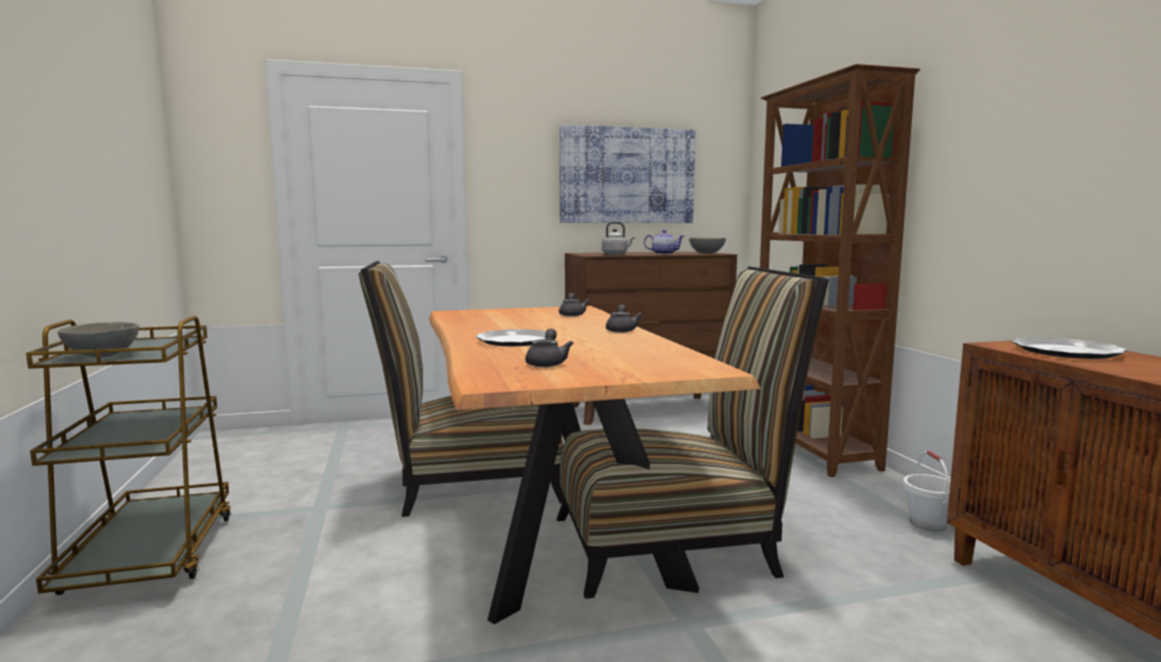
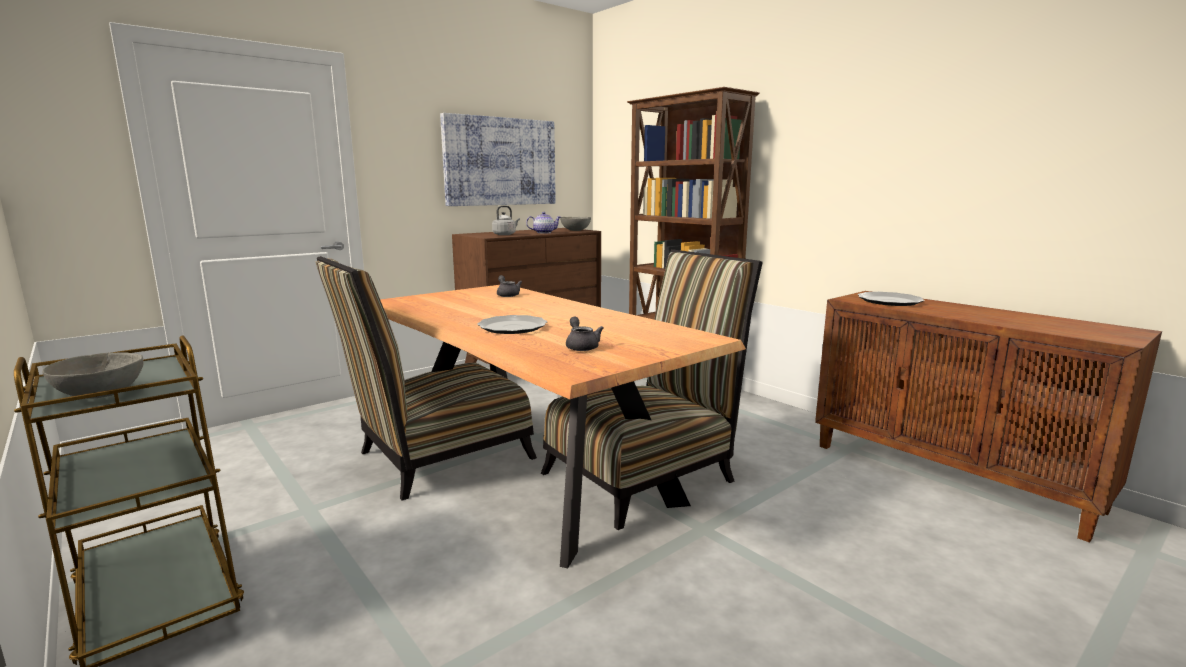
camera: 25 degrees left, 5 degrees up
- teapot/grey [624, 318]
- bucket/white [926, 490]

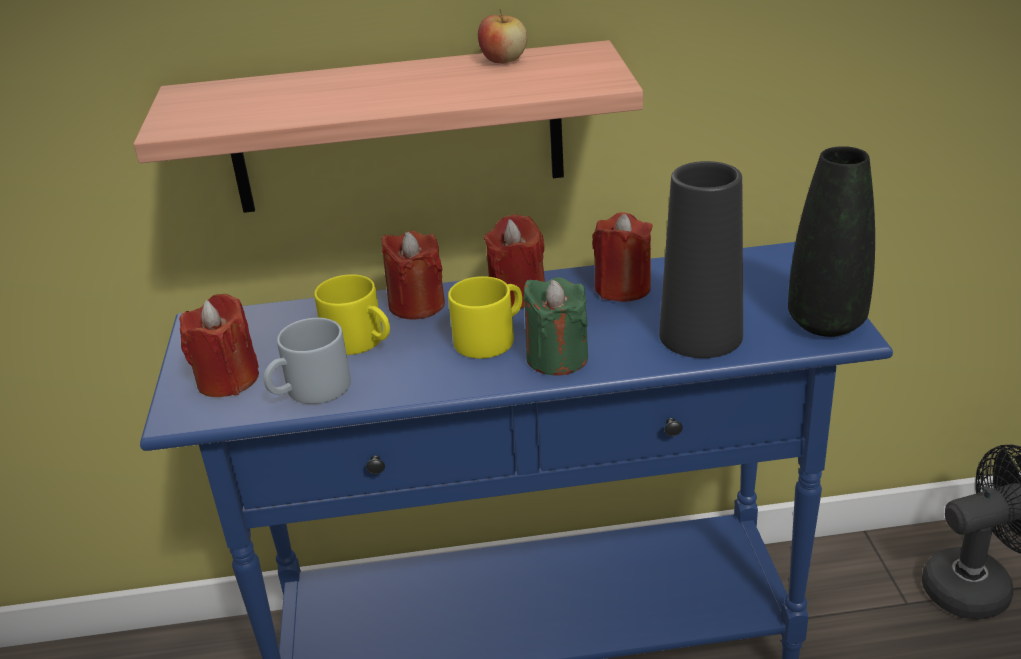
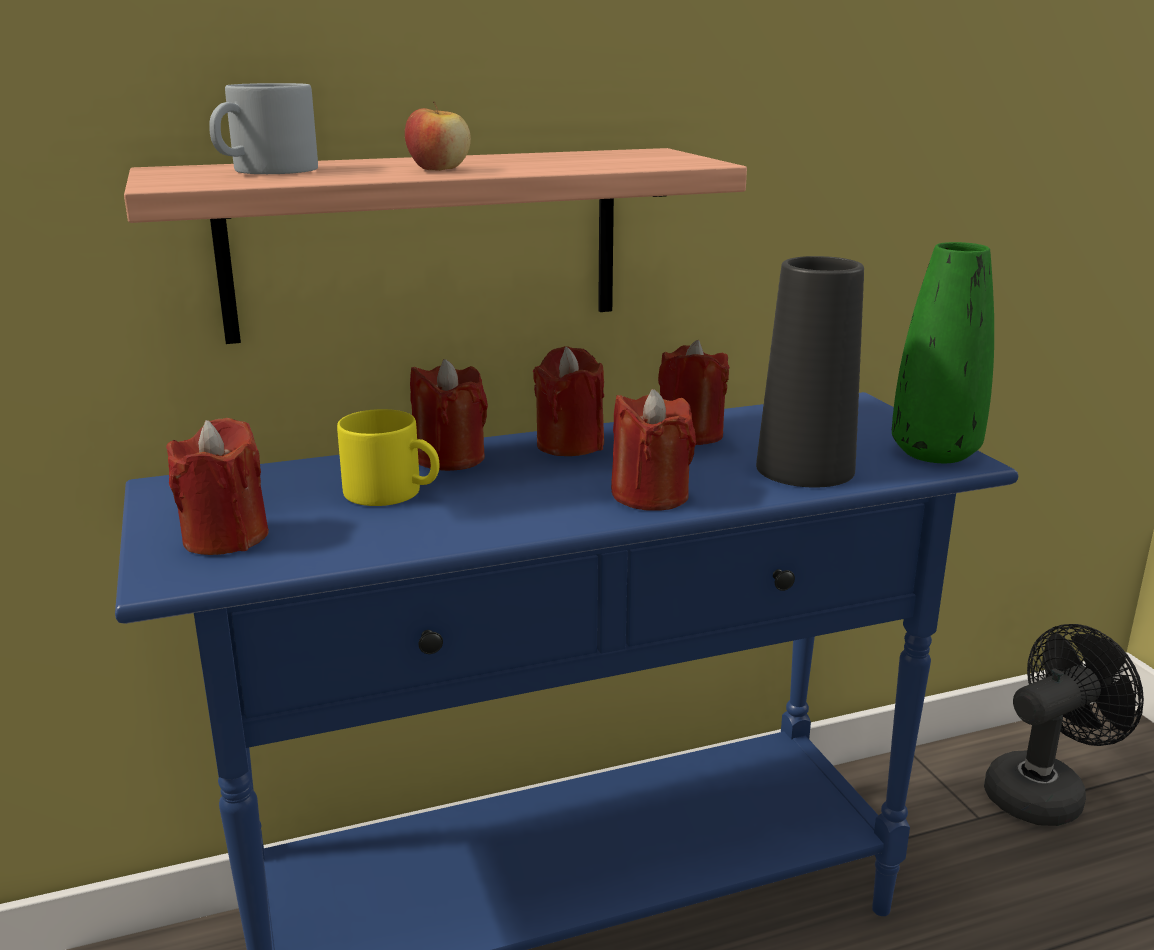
camera: 15 degrees left, 10 degrees down
~ mug/grey [307, 361] to [263, 128]
~ apple [502, 36] to [438, 136]
~ candle/green [555, 326] to candle/red [653, 450]
~ vase/black [831, 241] to vase/green [943, 352]
- mug/yellow [485, 317]

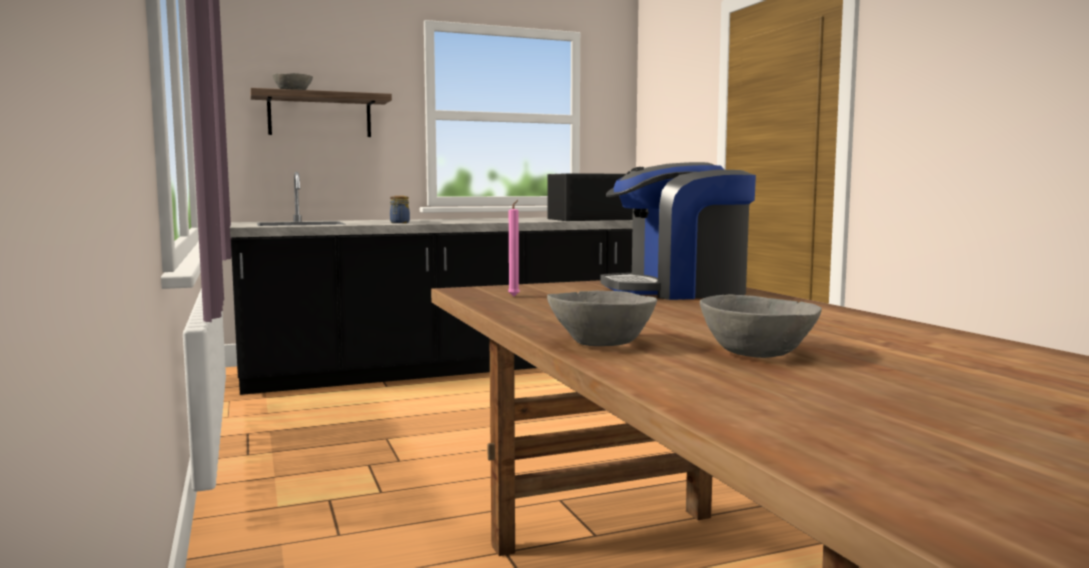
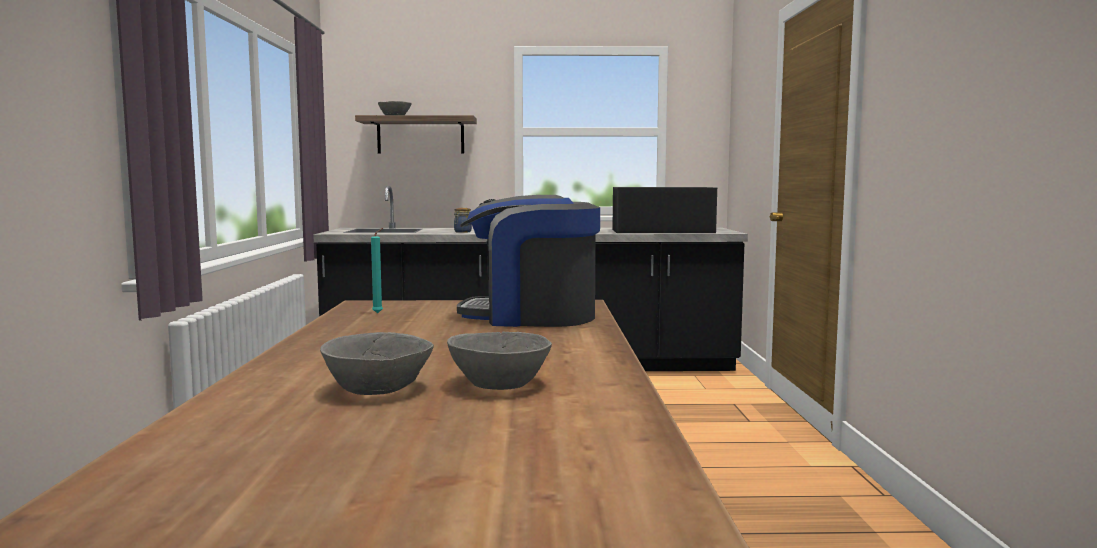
camera: 20 degrees right, 0 degrees up
~ candle/pink [514, 248] to candle/turquoise [377, 270]
~ bowl/grey [602, 318] to [499, 361]

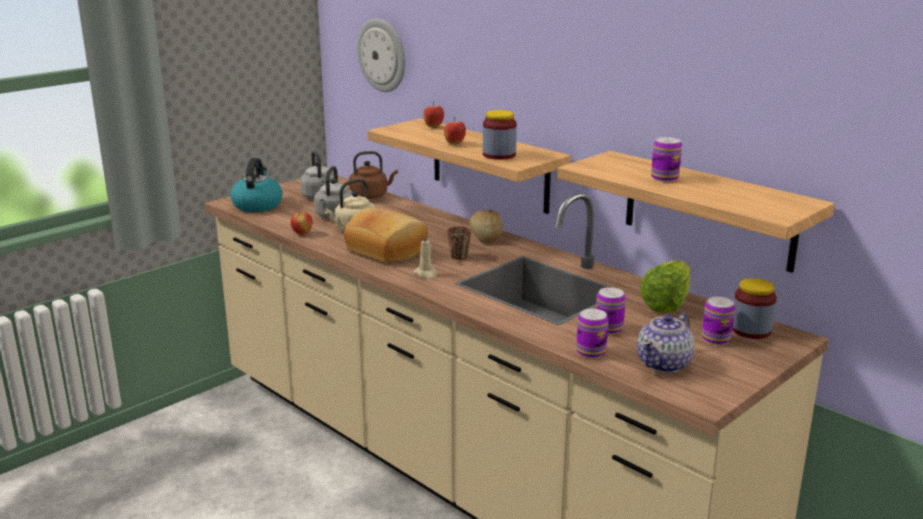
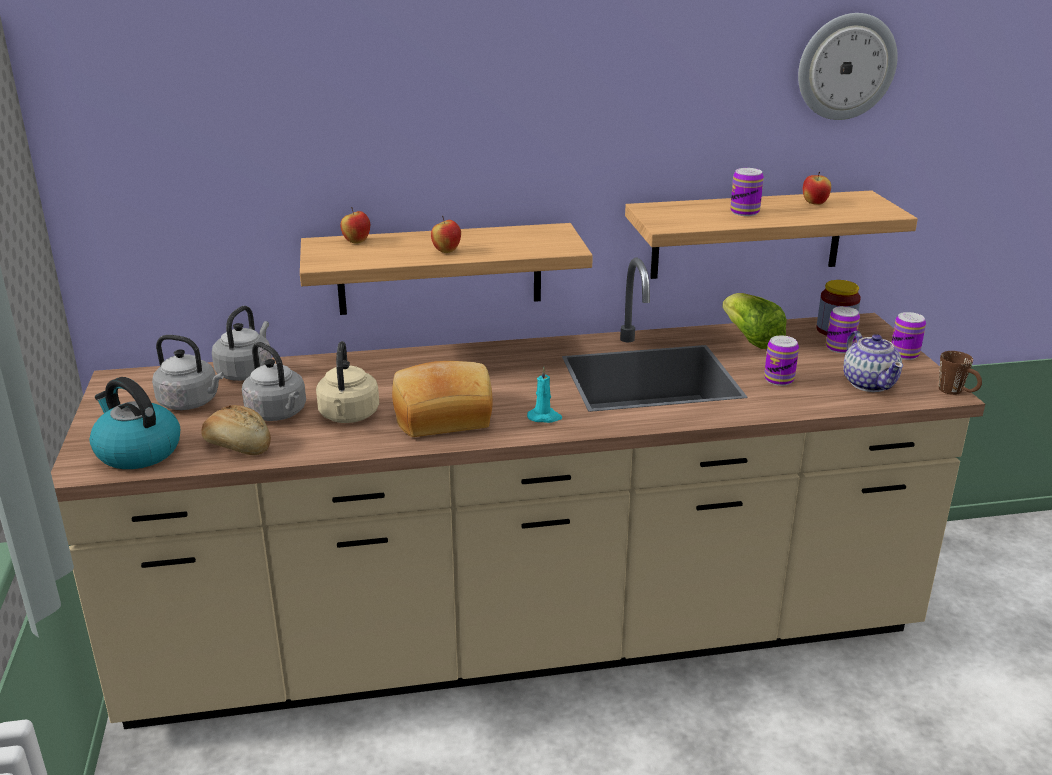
camera: 55 degrees left, 5 degrees up
~ bread [486, 227] to [236, 430]
~ kettle/brown [373, 175] to kettle/grey [242, 343]
~ candle/beige [425, 256] to candle/turquoise [544, 395]
~ wall clock [381, 55] to [848, 66]
~ apple [301, 222] to [817, 188]
~ can [592, 333] to [908, 336]
~ mug/brown [459, 243] to [960, 373]
- jar [500, 135]

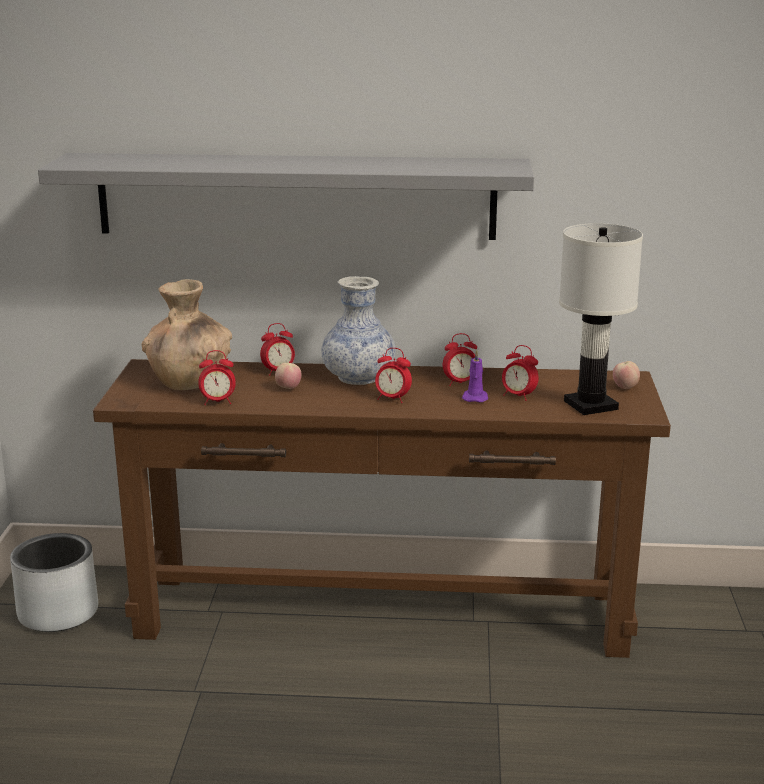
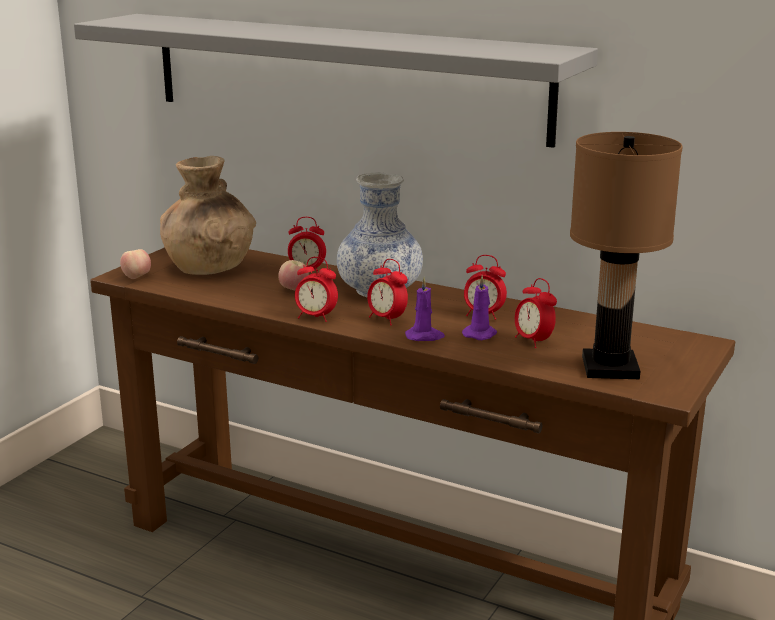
camera: 25 degrees right, 0 degrees up
~ apple [626, 375] to [135, 264]
~ alarm clock [217, 377] to [316, 289]
+ candle/purple [425, 309]
~ table lamp/white [601, 319] to table lamp/brown [626, 255]
- planter/grey [54, 582]

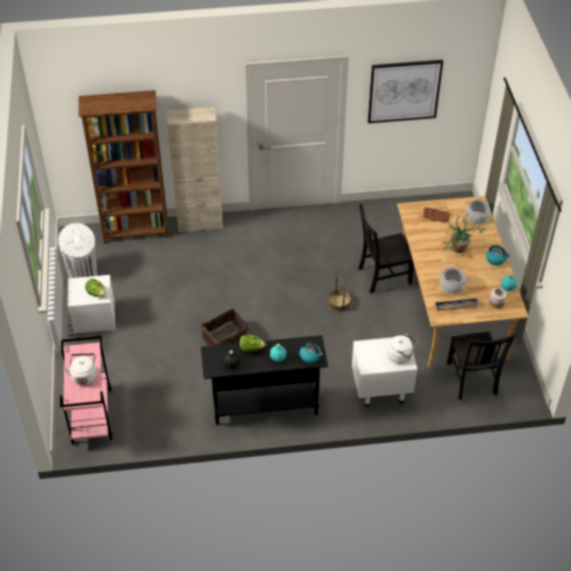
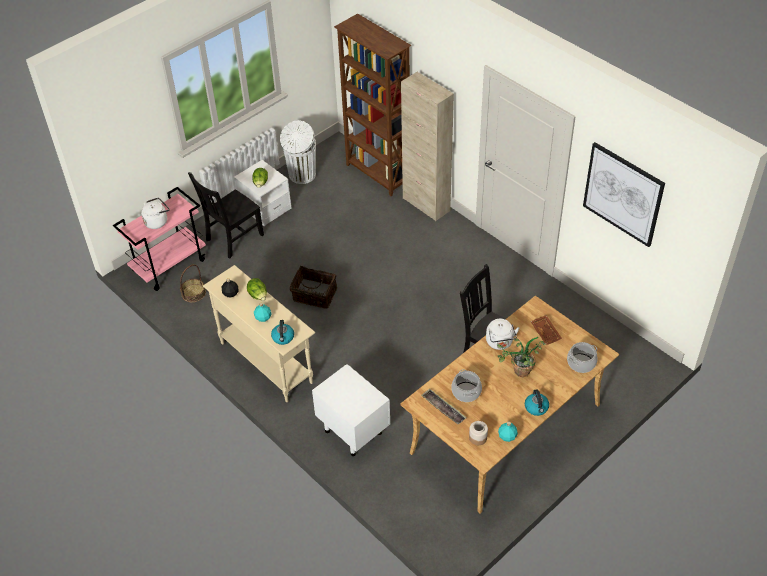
camera: 55 degrees right, 0 degrees up
~ basket [339, 293] to [193, 283]
~ chair/black [481, 366] to [226, 215]
~ console table/black [264, 380] to console table/beige [259, 333]
~ kettle/white [402, 349] to [502, 334]

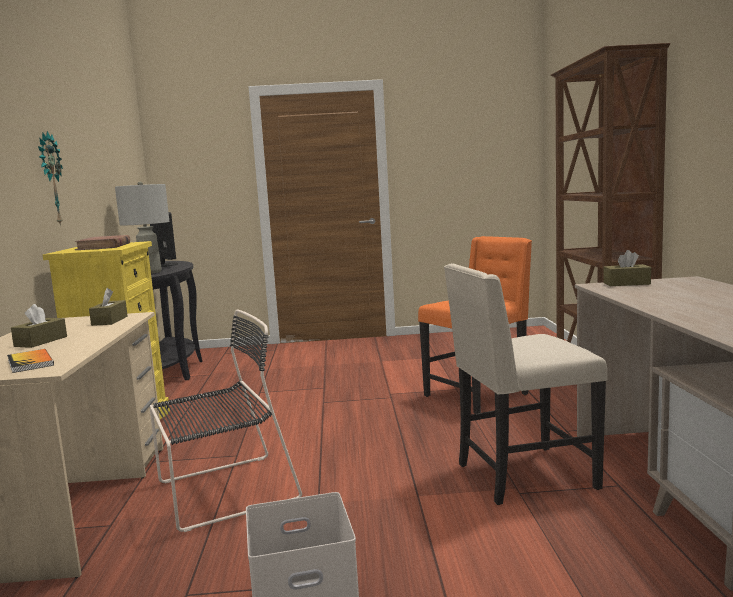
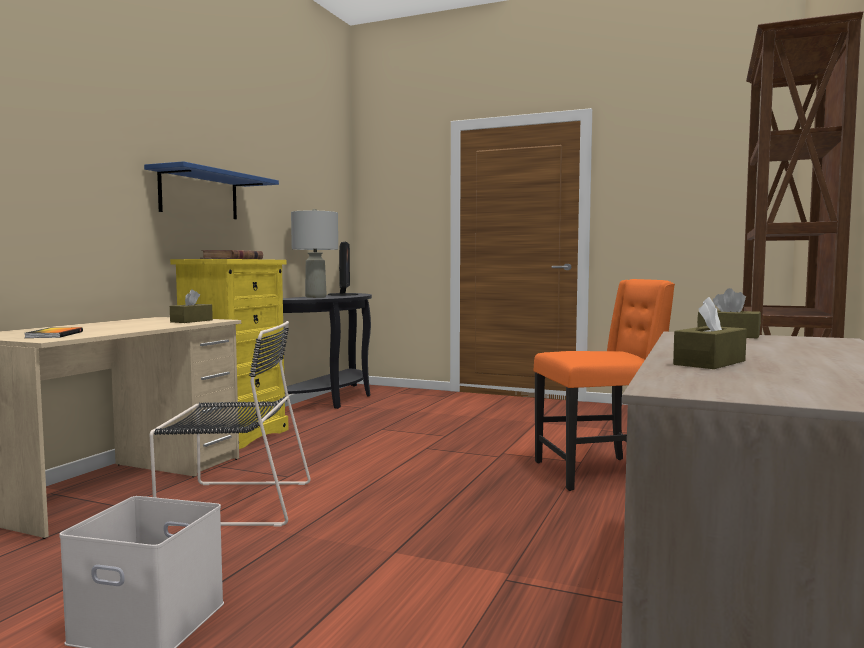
camera: 25 degrees right, 5 degrees down
~ wall clock [50, 178] to shelf/blue [211, 190]
~ tissue box/brown [39, 326] to [710, 333]
- chair/beige [525, 384]

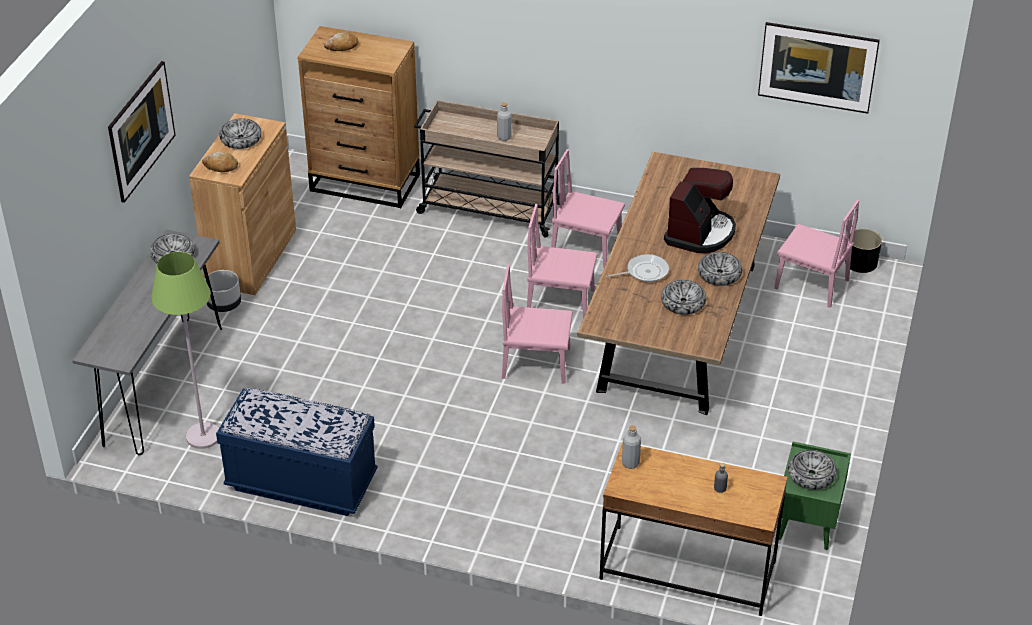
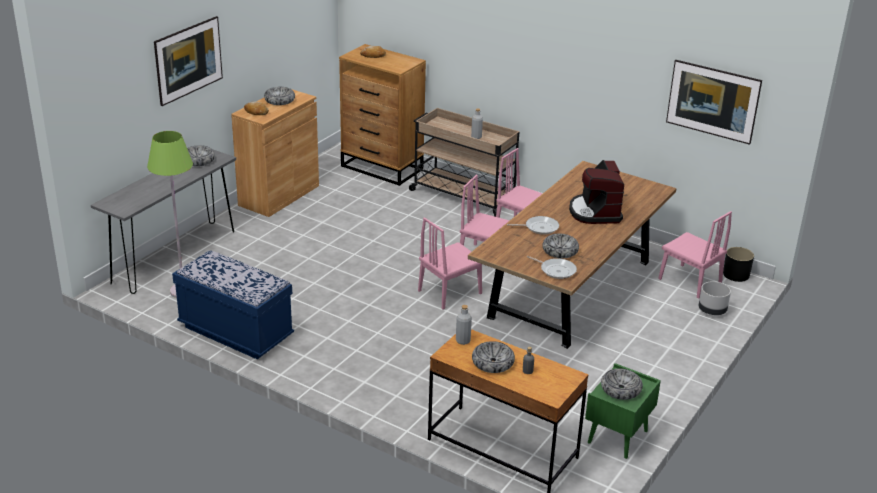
camera: 15 degrees right, 10 degrees down
~ chair/pink [537, 324] = [450, 263] 60 degrees counterclockwise
~ bowl [720, 269] to [493, 357]
+ frying pan [552, 267]
~ coffee machine [700, 210] = [596, 192] 135 degrees clockwise
~ planter/grey [223, 291] to [714, 298]

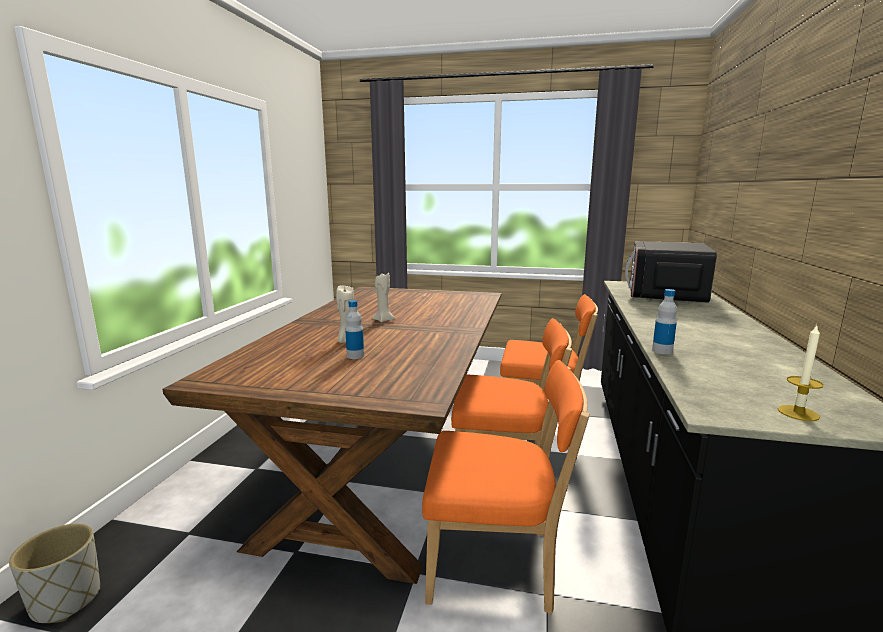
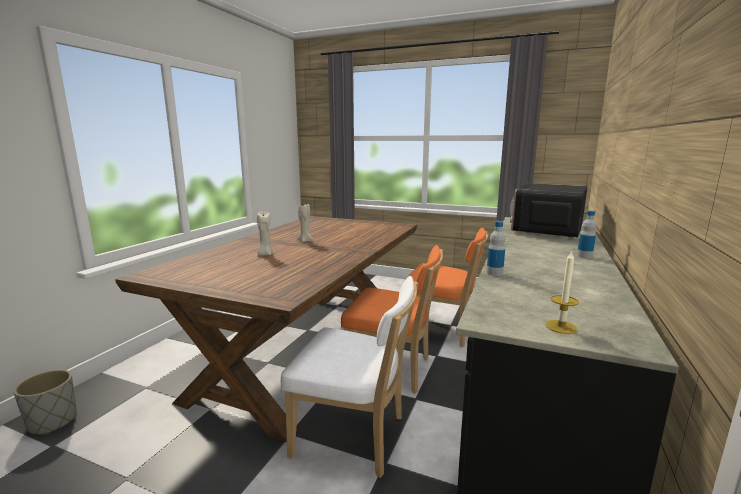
camera: 10 degrees right, 0 degrees up
~ chair/orange [506, 487] to chair/white [350, 377]
~ bottle [354, 329] to [586, 234]

